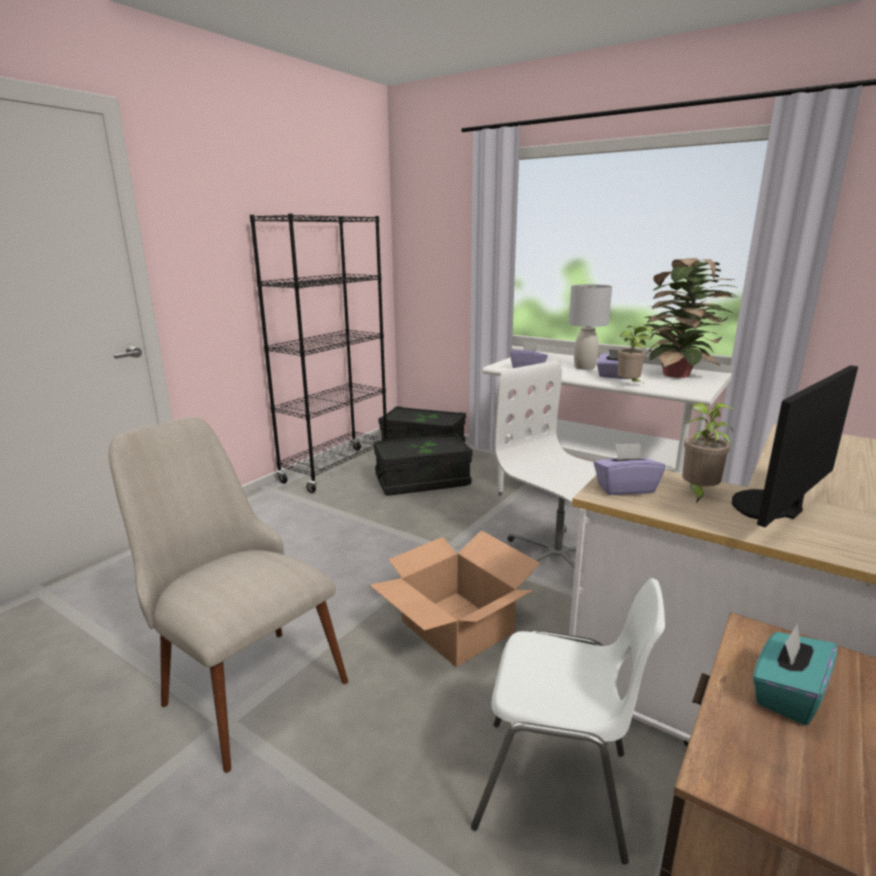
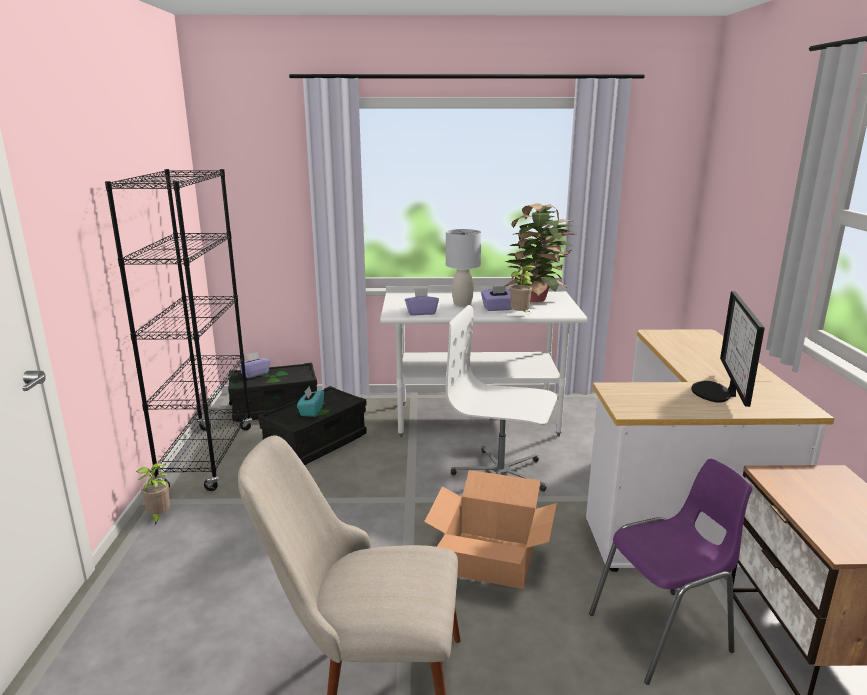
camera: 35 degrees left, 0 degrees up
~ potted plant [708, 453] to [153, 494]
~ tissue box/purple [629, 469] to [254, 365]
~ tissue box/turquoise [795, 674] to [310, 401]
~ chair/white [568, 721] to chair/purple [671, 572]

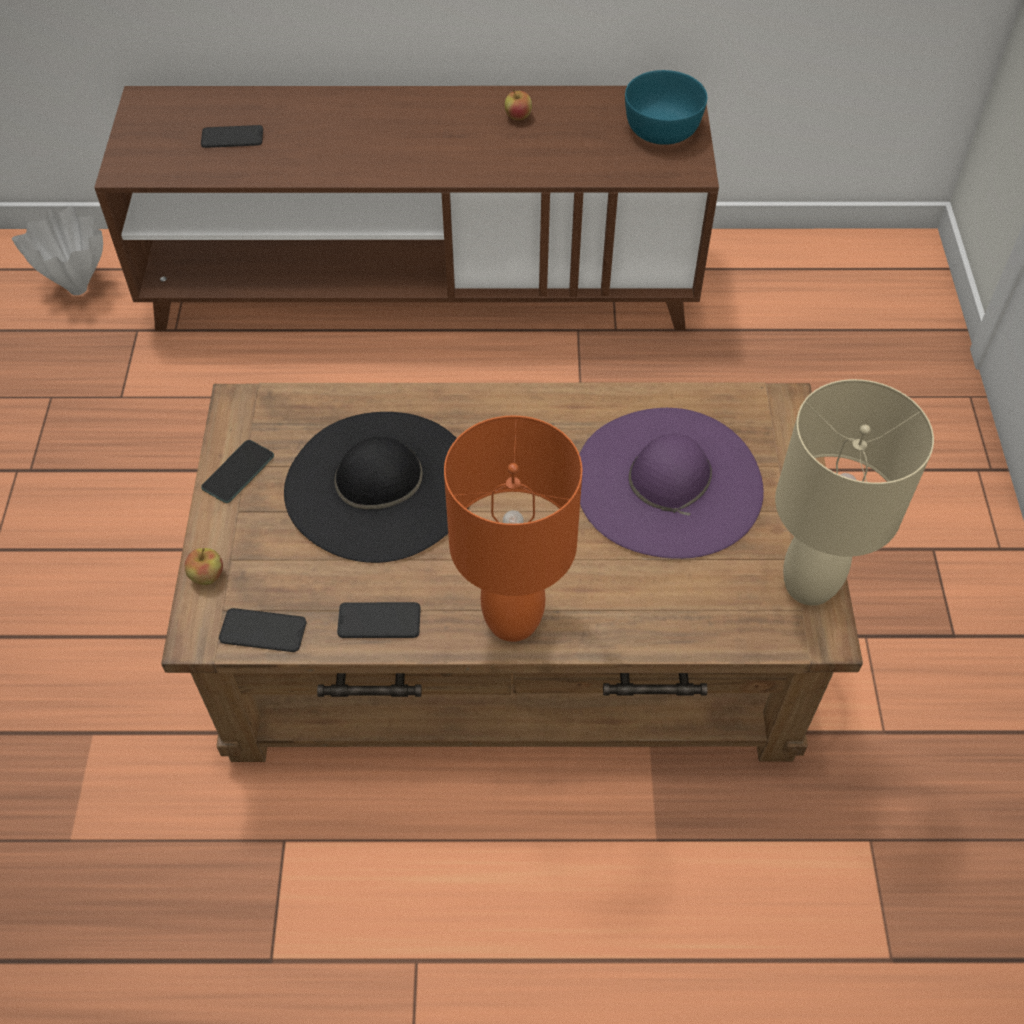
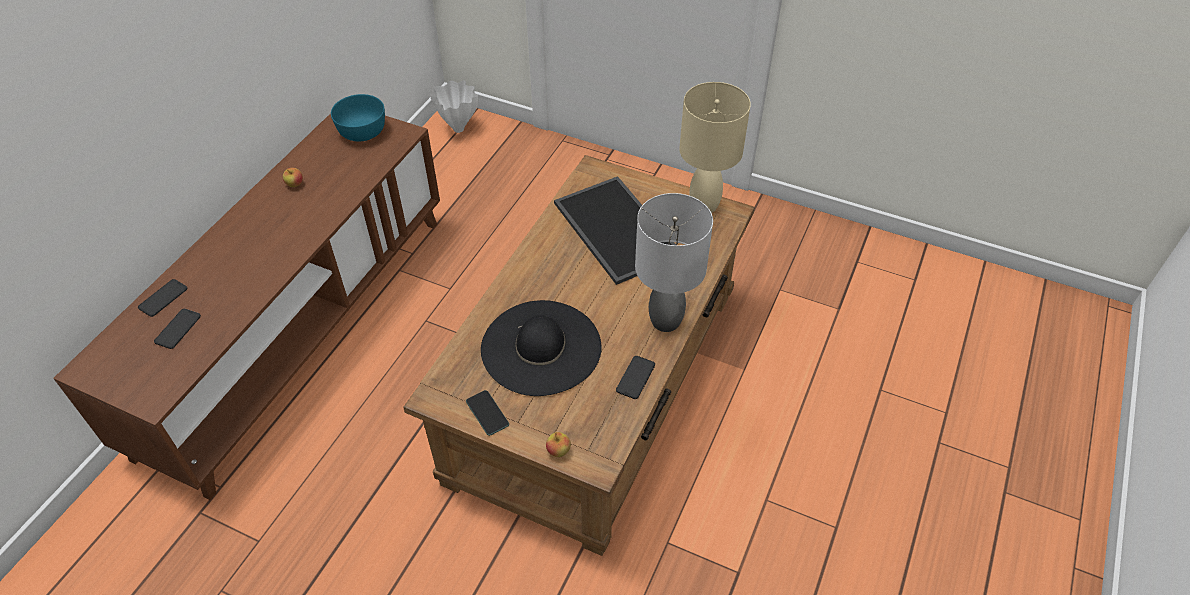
camera: 65 degrees left, 5 degrees down
~ phone [262, 630] to [163, 298]
~ vase/white [57, 251] to [454, 106]
~ hat/purple [671, 483] to tray [615, 230]
~ table lamp/orange [513, 529] to table lamp/grey [674, 262]

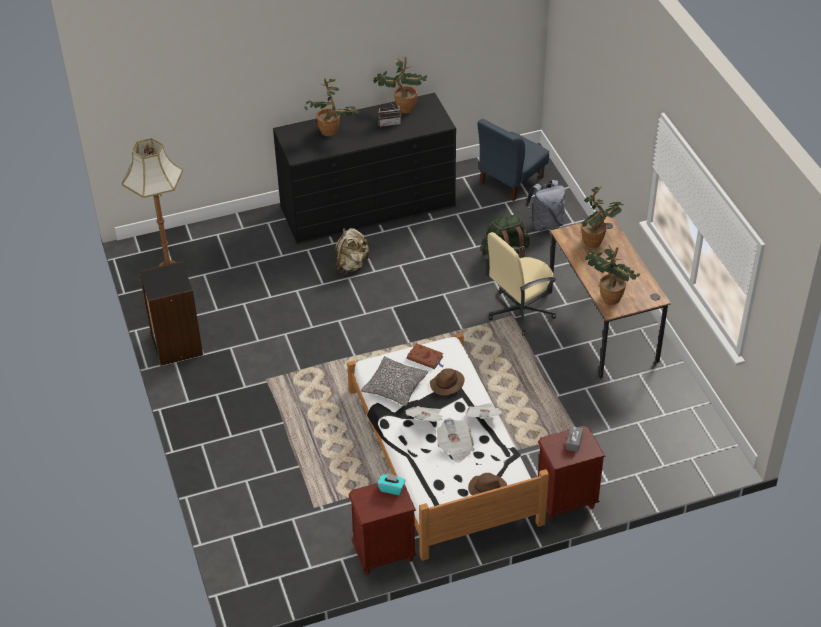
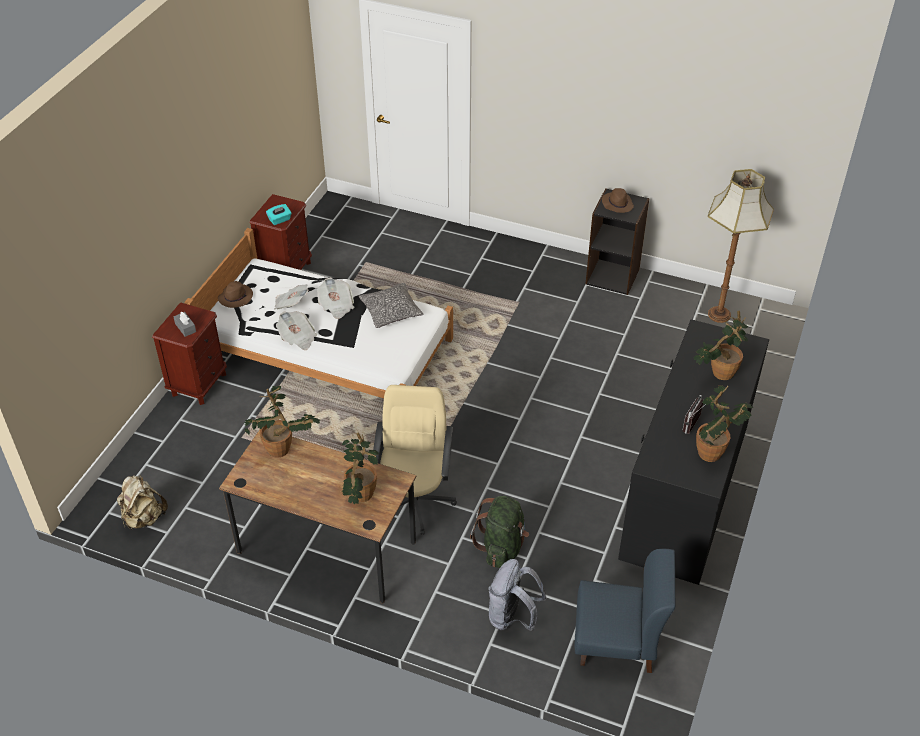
camera: 130 degrees right, 0 degrees up
~ backpack/beige [352, 251] to [142, 502]
~ chair/blue [513, 160] = [625, 610] 105 degrees clockwise
~ hat/brown [447, 381] to [618, 200]
- book/brown [425, 356]

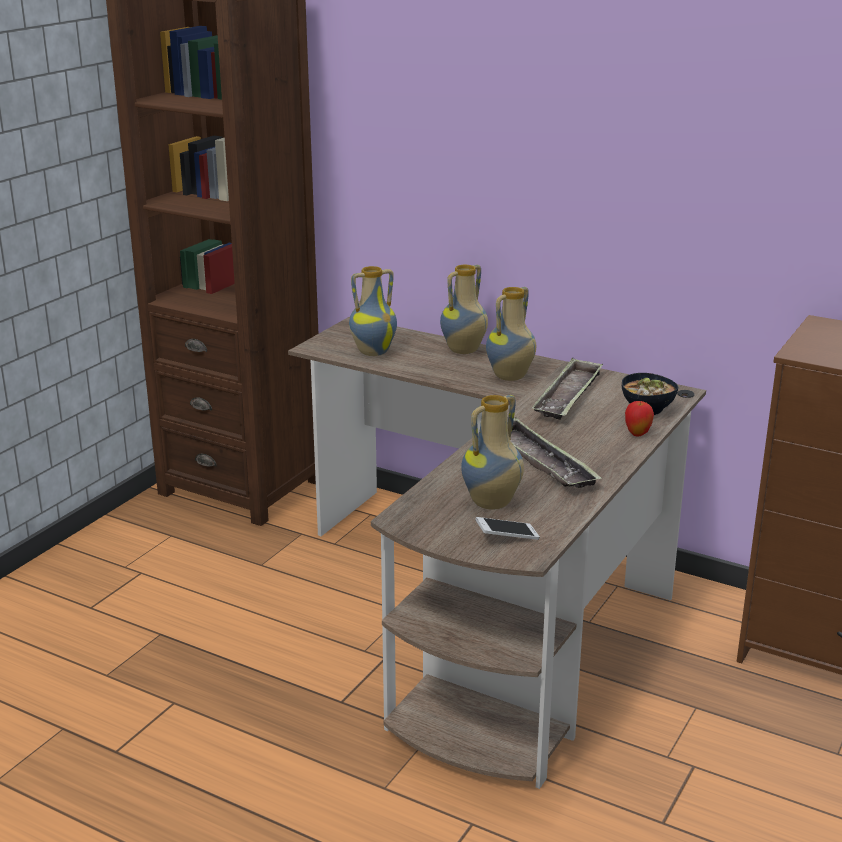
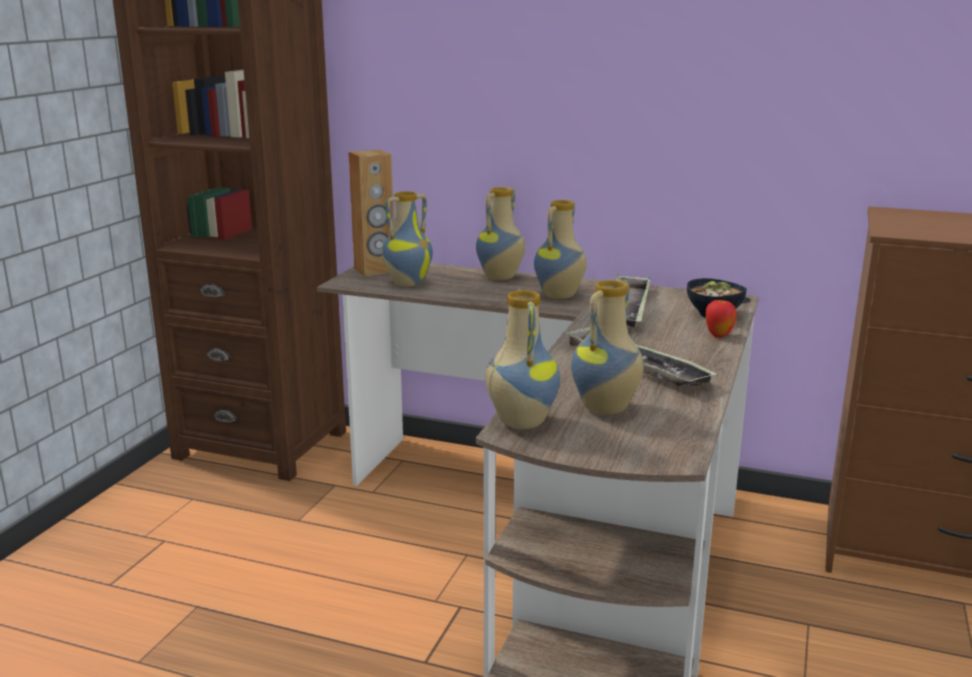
camera: 10 degrees left, 5 degrees down
+ speaker/brown [371, 213]
+ vase [523, 359]
- phone [507, 528]

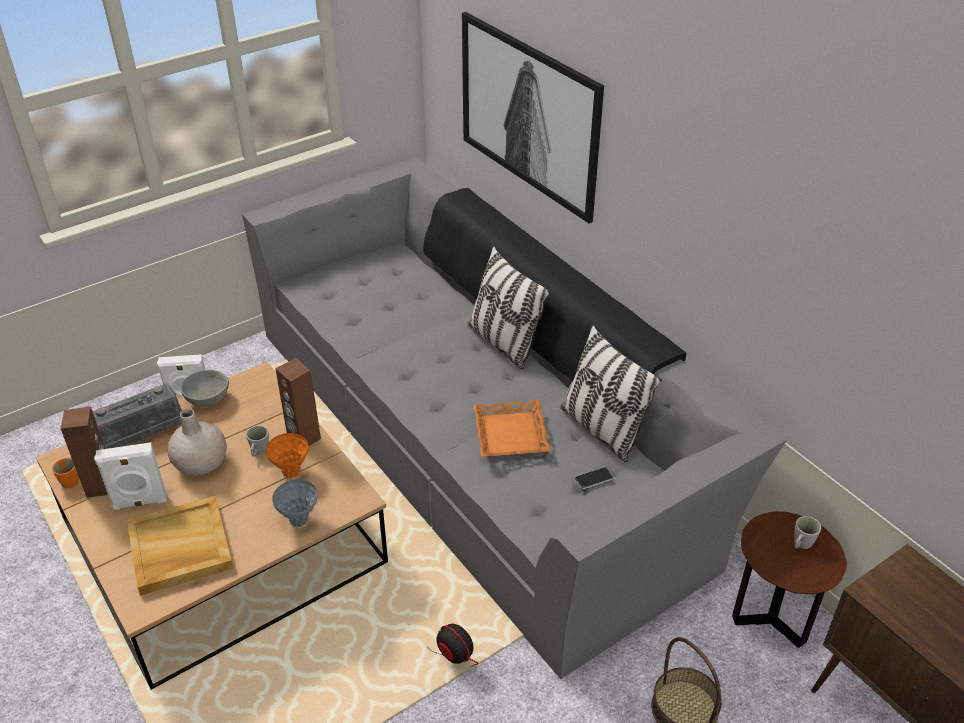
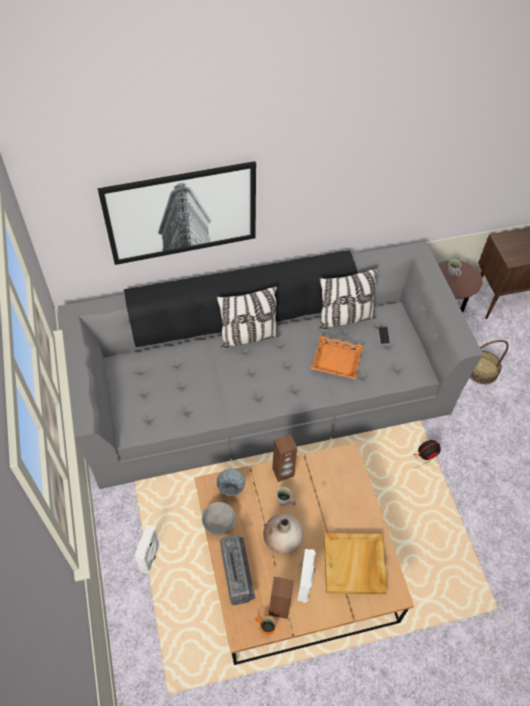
camera: 70 degrees left, 15 degrees up
~ vase/grey [295, 503] to [231, 482]
- vase/orange [287, 455]

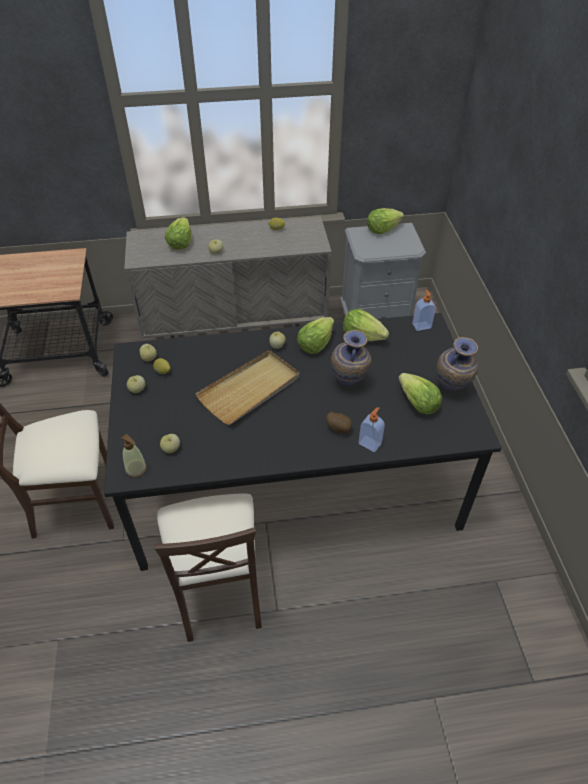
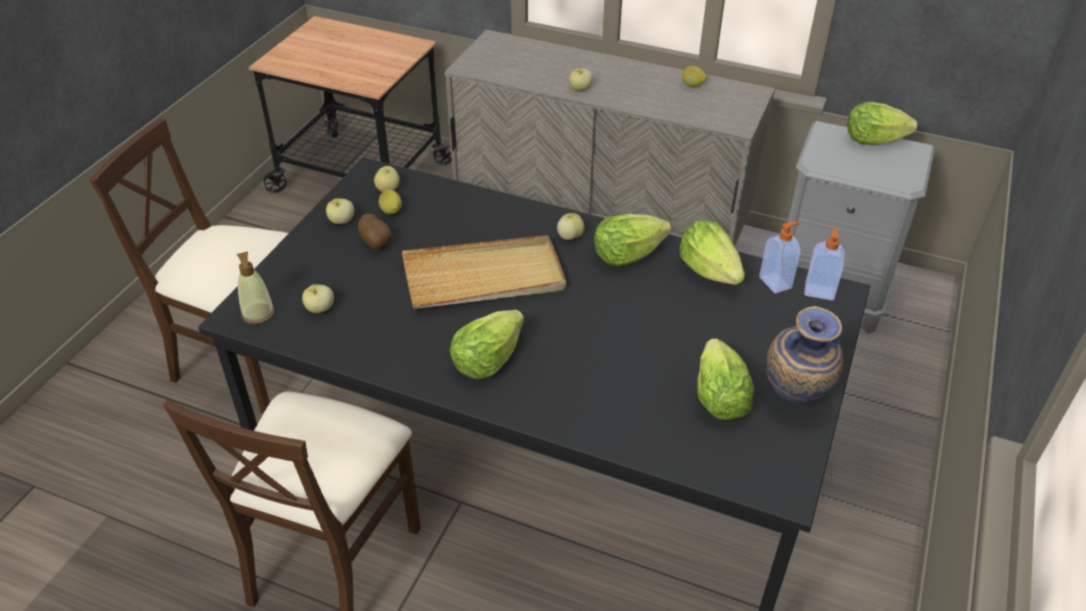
camera: 30 degrees right, 5 degrees down
~ potato [339, 422] to [375, 231]
~ lettuce [178, 233] to [487, 345]
~ soap dispenser [372, 429] to [779, 257]
- vase [351, 357]

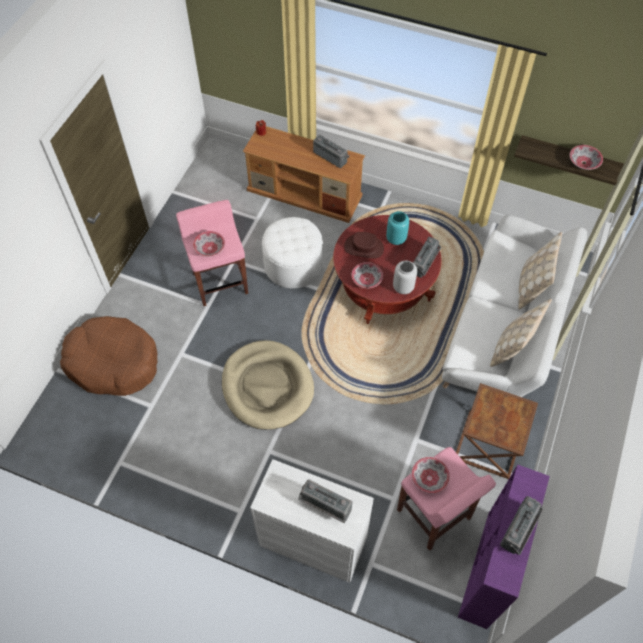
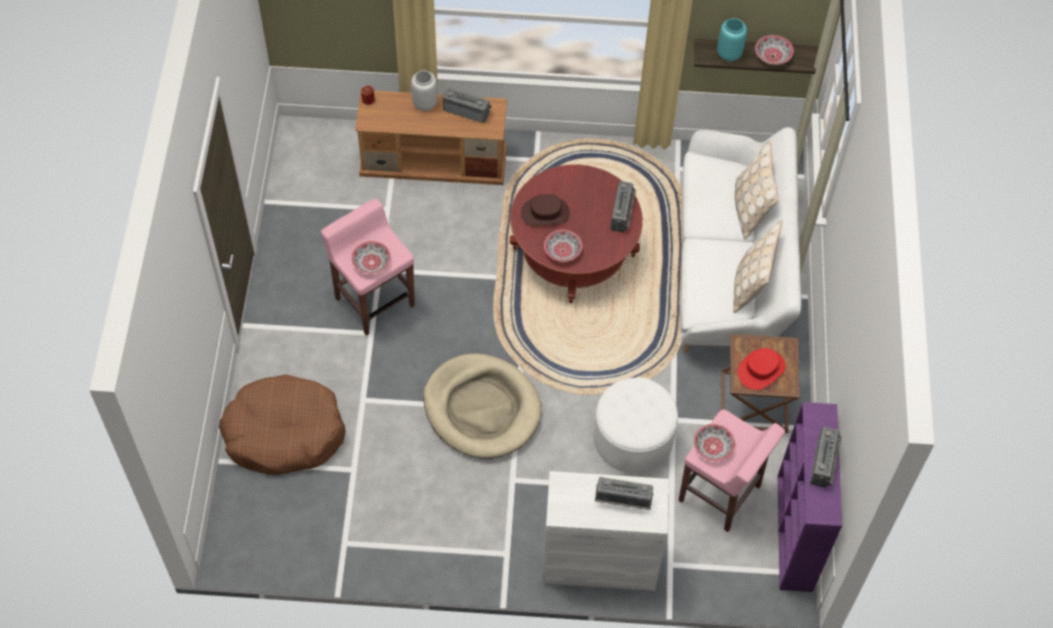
camera: 20 degrees left, 0 degrees up
~ vase/grey [405, 277] to [424, 90]
~ ottoman/white [292, 253] to [636, 425]
~ vase/turquoise [397, 228] to [732, 39]
+ hat/red [762, 369]

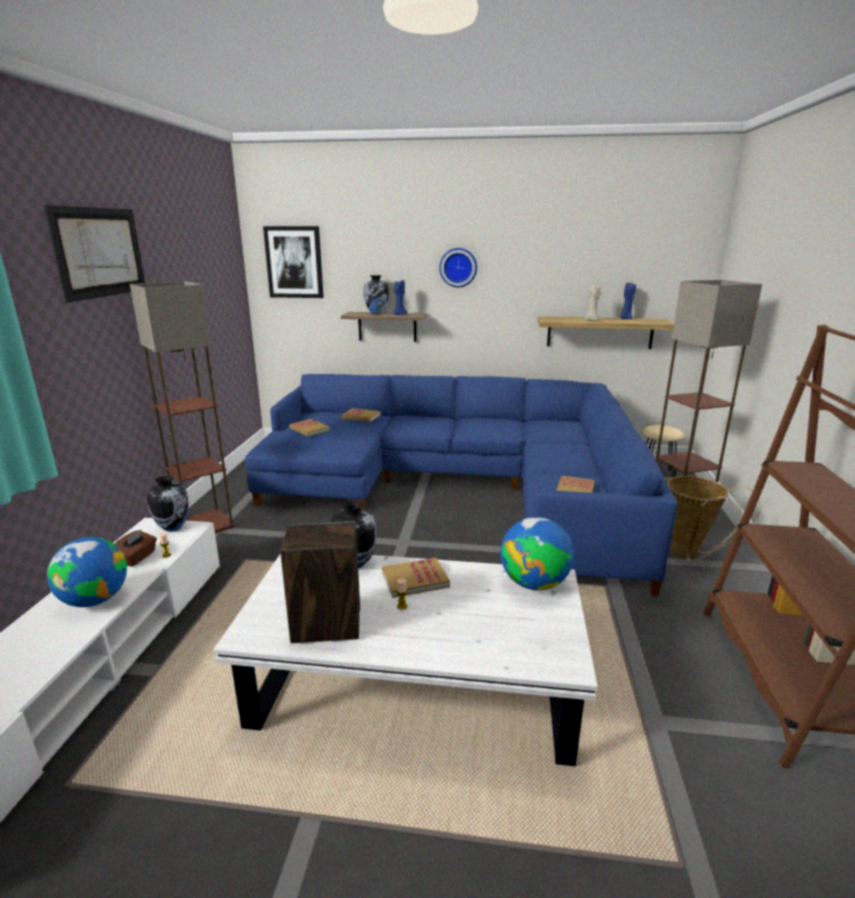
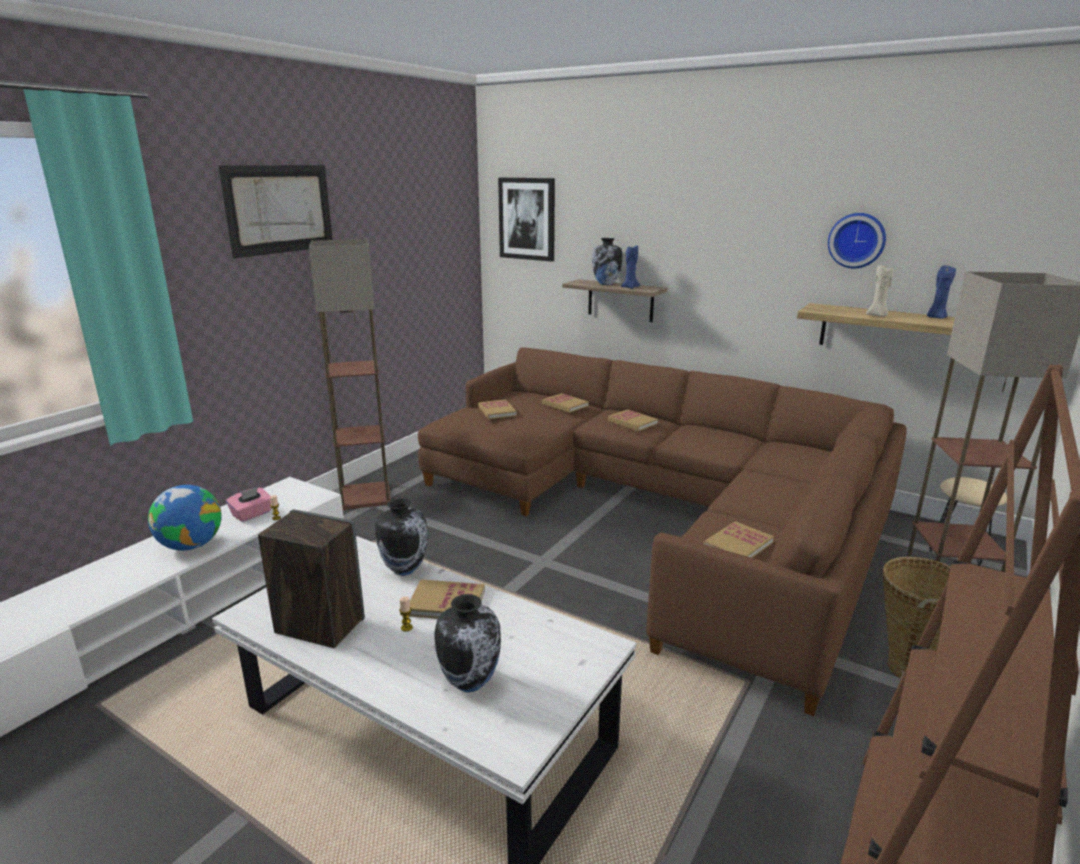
camera: 25 degrees right, 0 degrees up
~ tissue box/brown [135, 548] to tissue box/pink [248, 504]
~ sofa/blue [461, 485] to sofa/brown [662, 532]
~ vase [168, 503] to [467, 643]
+ book [633, 420]
~ wall clock [458, 267] to [857, 240]
- globe [537, 553]

